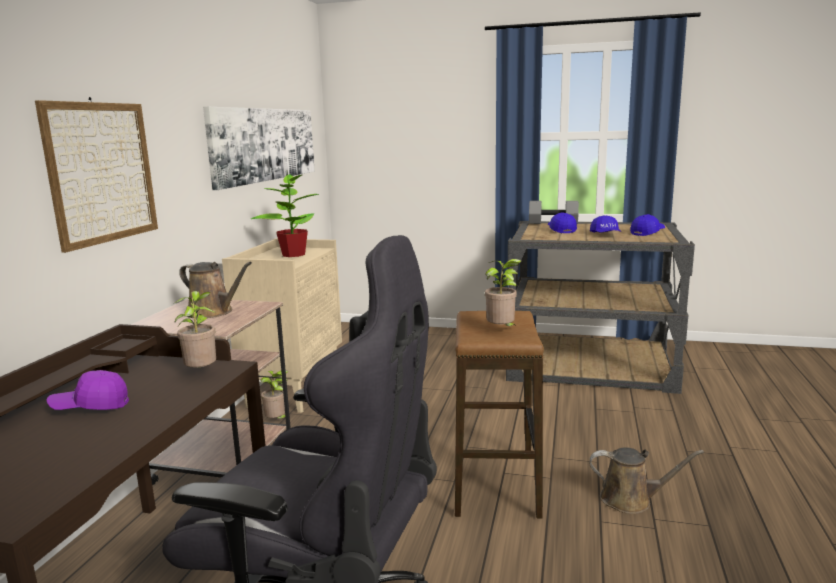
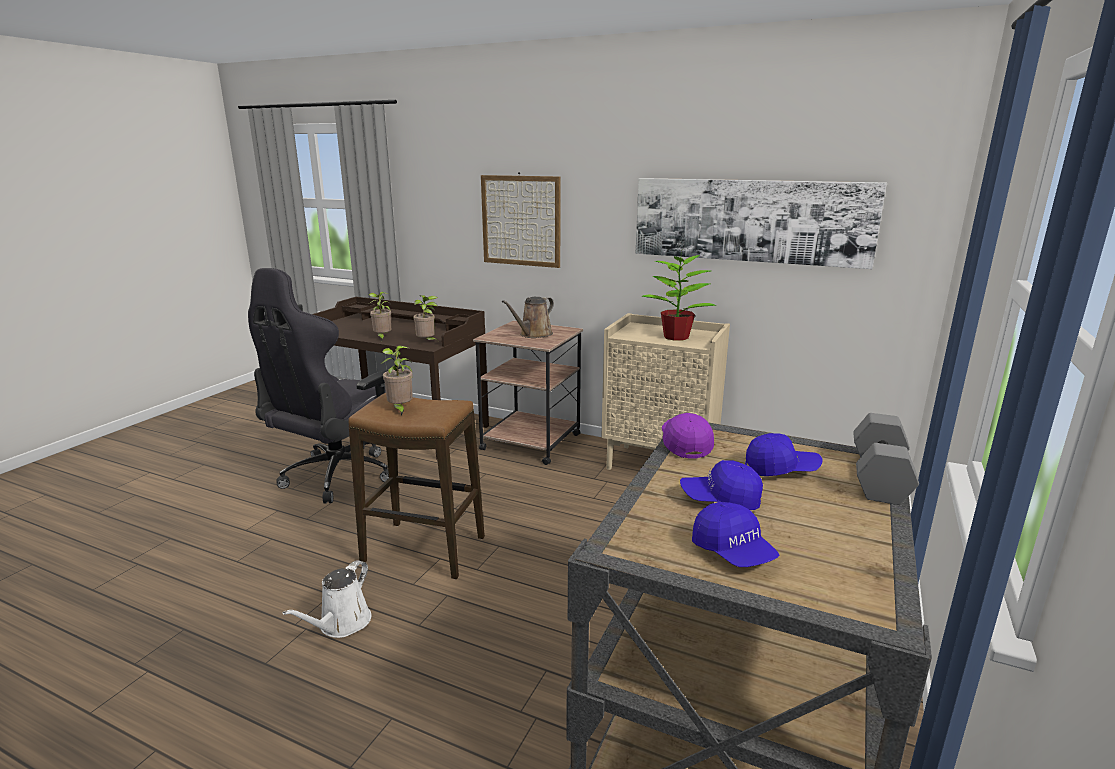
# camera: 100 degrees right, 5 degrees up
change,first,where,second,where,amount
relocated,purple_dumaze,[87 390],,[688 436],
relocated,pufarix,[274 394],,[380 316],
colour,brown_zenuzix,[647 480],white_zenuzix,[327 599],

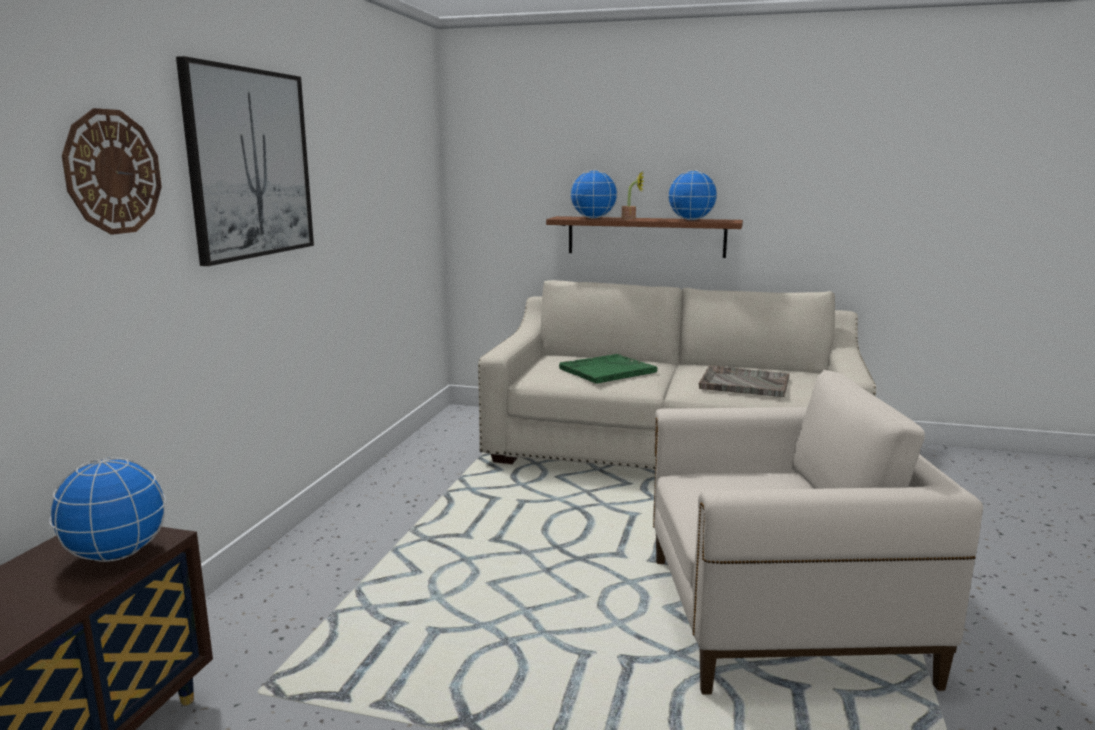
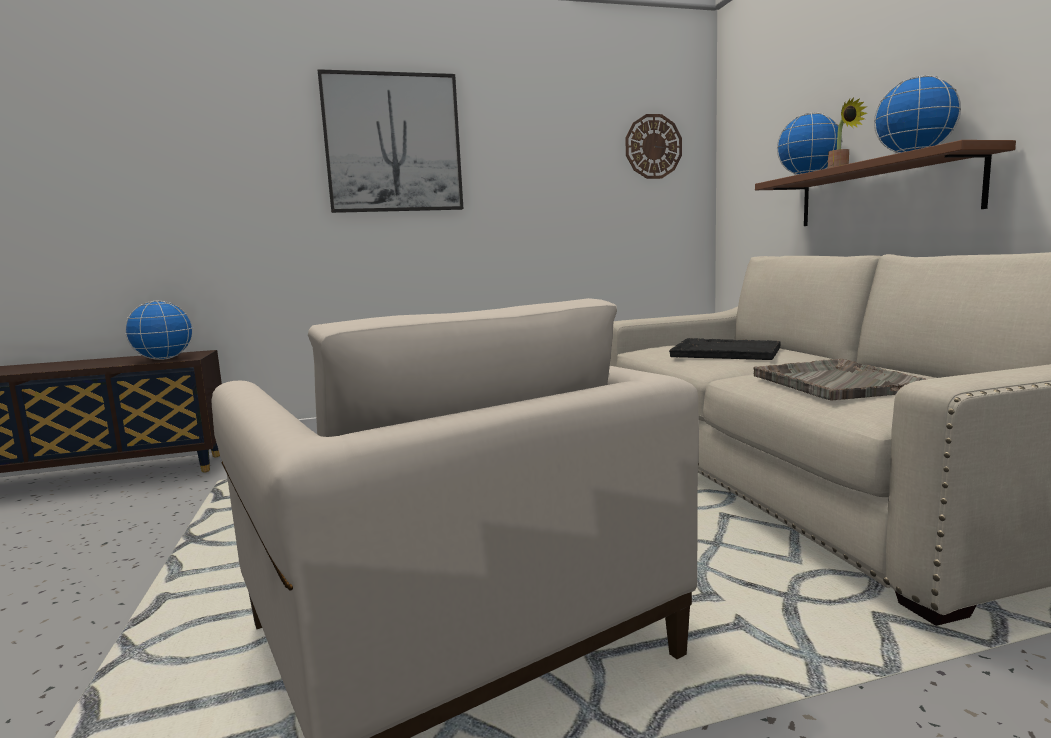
# camera: 60 degrees right, 5 degrees down
change,first,where,second,where,amount
relocated,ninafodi,[112 171],,[653 146],
colour,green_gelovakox,[608 369],black_gelovakox,[725 349],

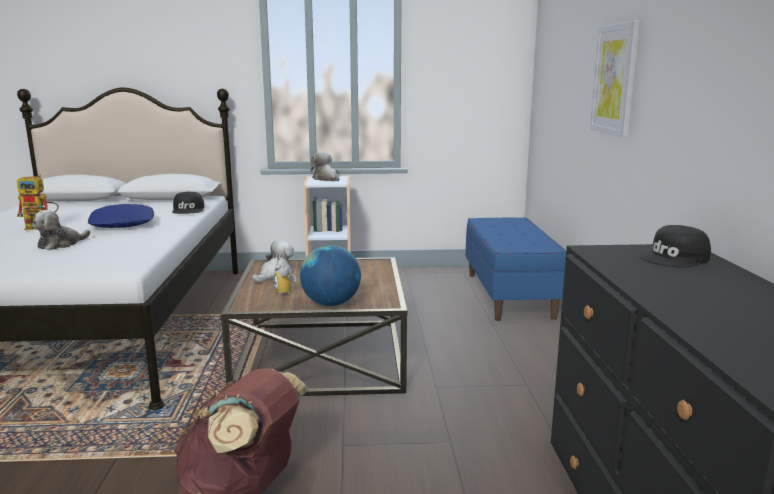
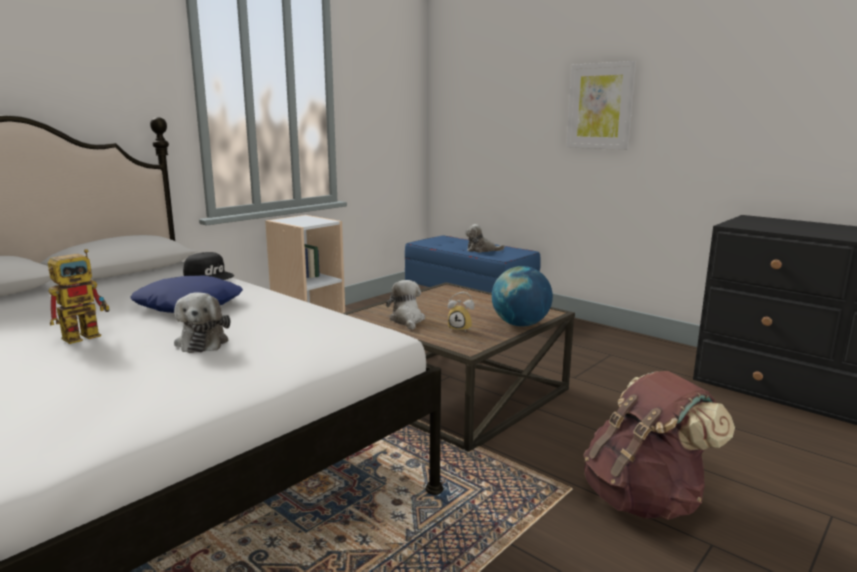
# camera: 45 degrees left, 0 degrees up
change,first,where,second,where,amount
relocated,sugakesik,[325 166],,[485 238],
missing,black_dumaze,[675 246],,,

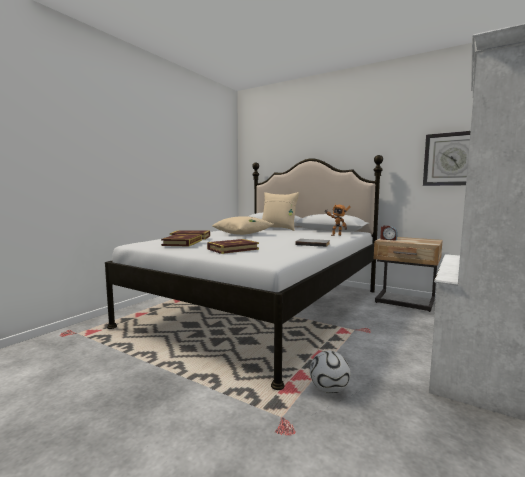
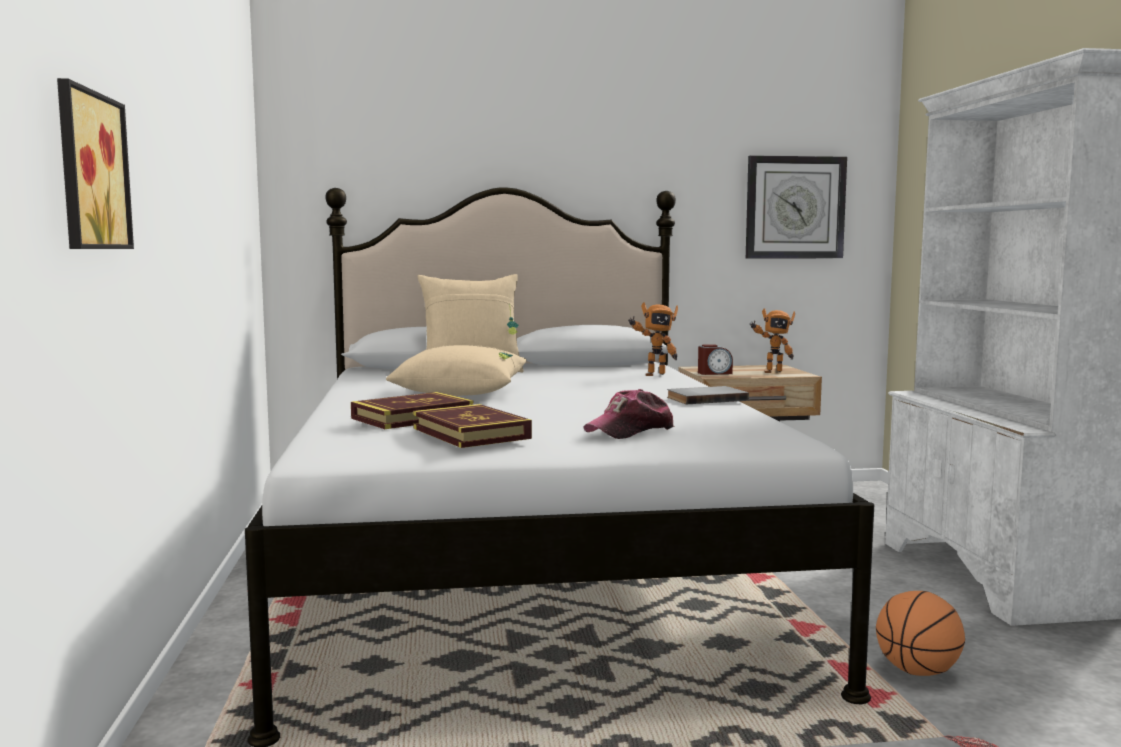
# camera: 40 degrees left, 0 degrees up
change,first,where,second,where,amount
exchanged,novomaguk,[233 246],dumaze,[629 414],
exchanged,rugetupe,[330 372],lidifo,[920 633],
appeared,,,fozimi,[95 163],
appeared,,,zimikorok,[772 340],

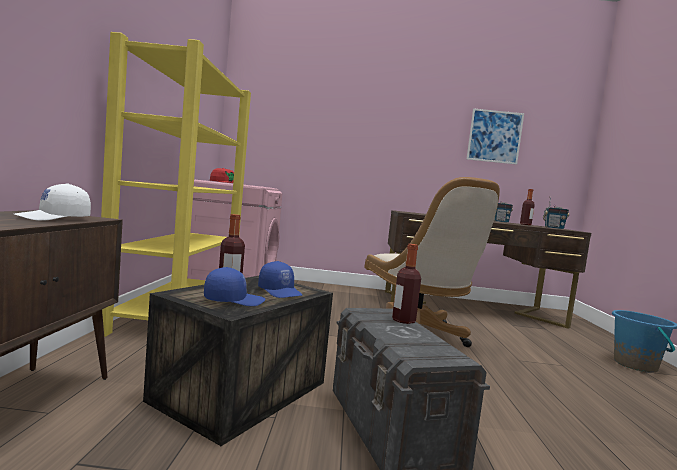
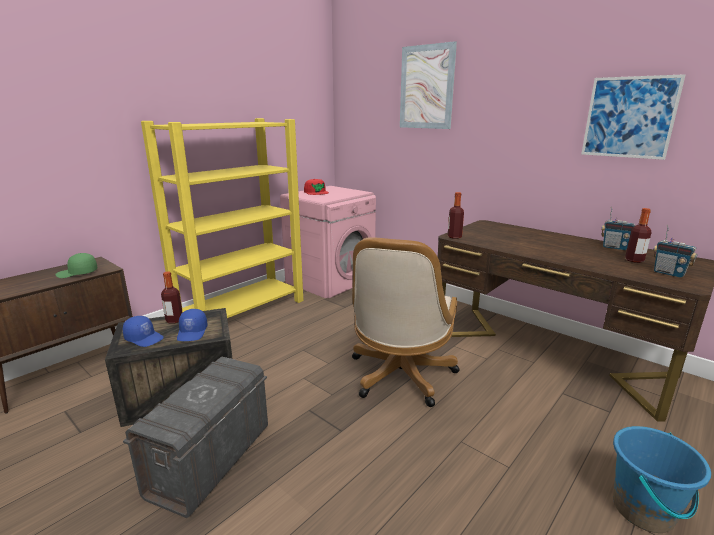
# camera: 40 degrees right, 15 degrees up
change,first,where,second,where,amount
colour,white_dumaze,[52 202],green_dumaze,[76 265],
relocated,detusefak,[406 284],,[456 215],
appeared,,,fozimi,[428 85],

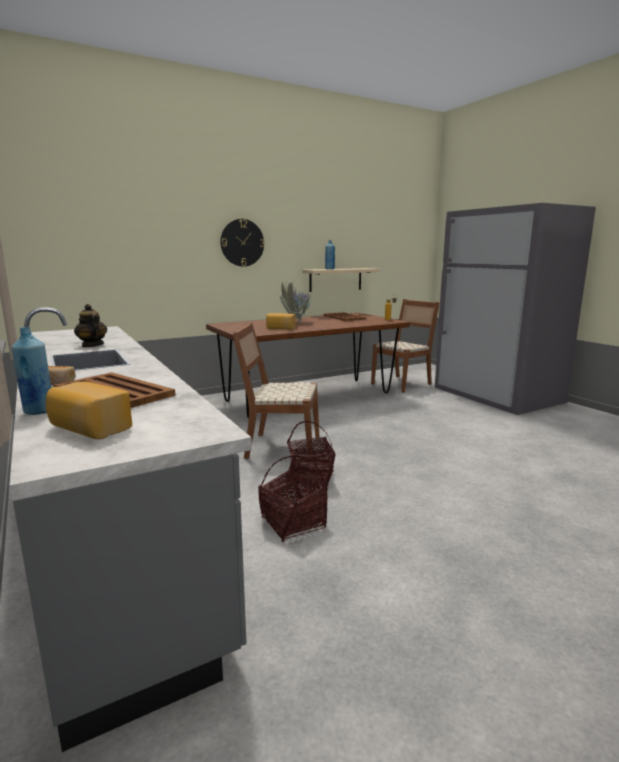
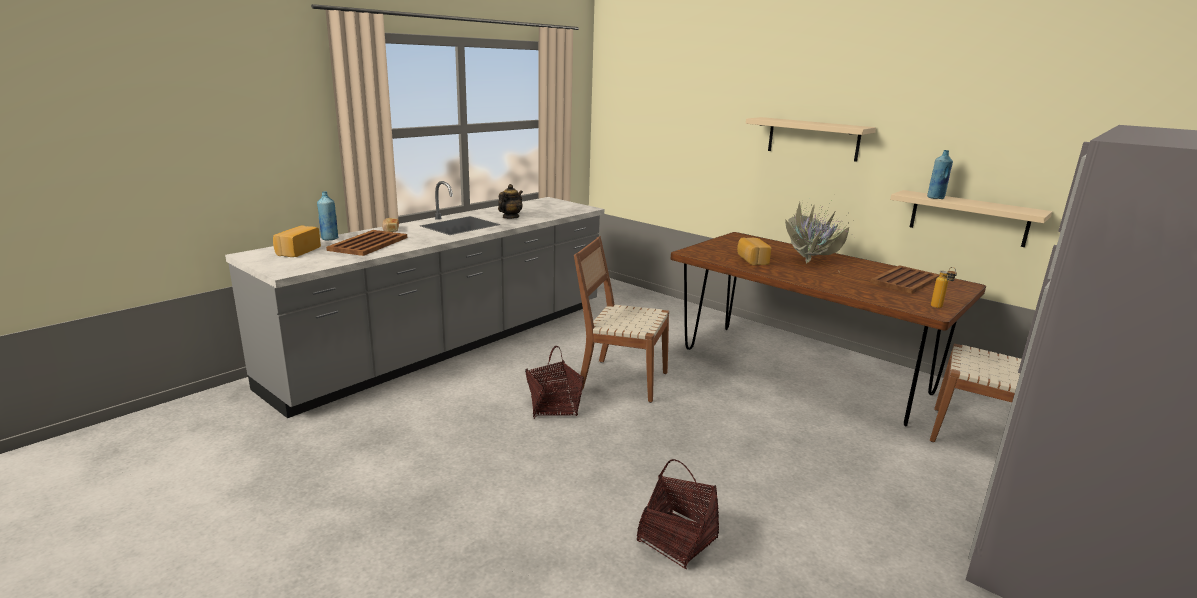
# camera: 70 degrees right, 5 degrees up
change,first,where,second,where,amount
exchanged,ninafodi,[242 243],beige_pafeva,[811 139],
spun,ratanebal,[276 391],,[621 319],60 degrees counterclockwise
relocated,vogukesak,[293 499],,[678 514],

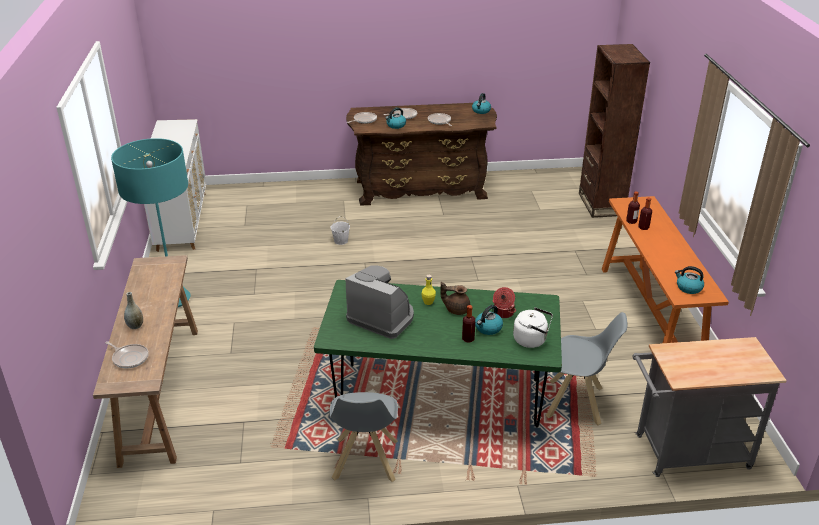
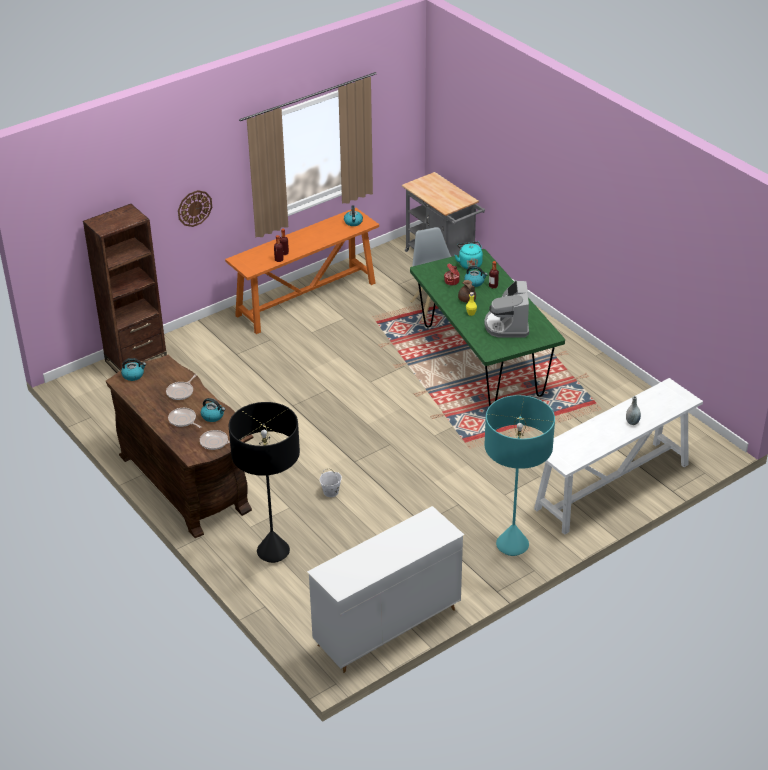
# camera: 120 degrees left, 5 degrees up
change,first,where,second,where,amount
colour,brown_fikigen,[145 361],white_fikigen,[618 456],
colour,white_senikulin,[533 327],turquoise_senikulin,[469 255],
missing,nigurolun,[127 355],,,
missing,grey_ratanebal,[363 437],,,
appeared,,,ninafodi,[195 208],
appeared,,,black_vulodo,[264 482],

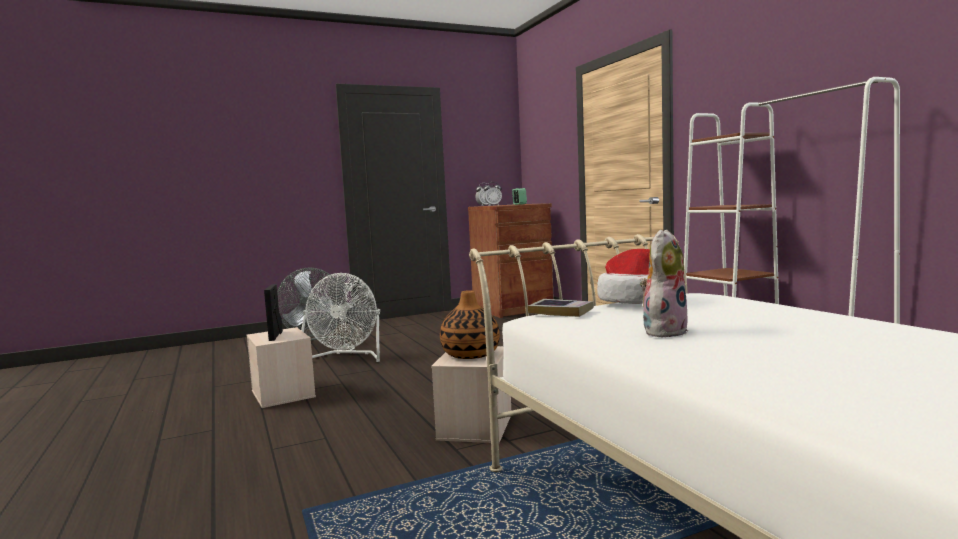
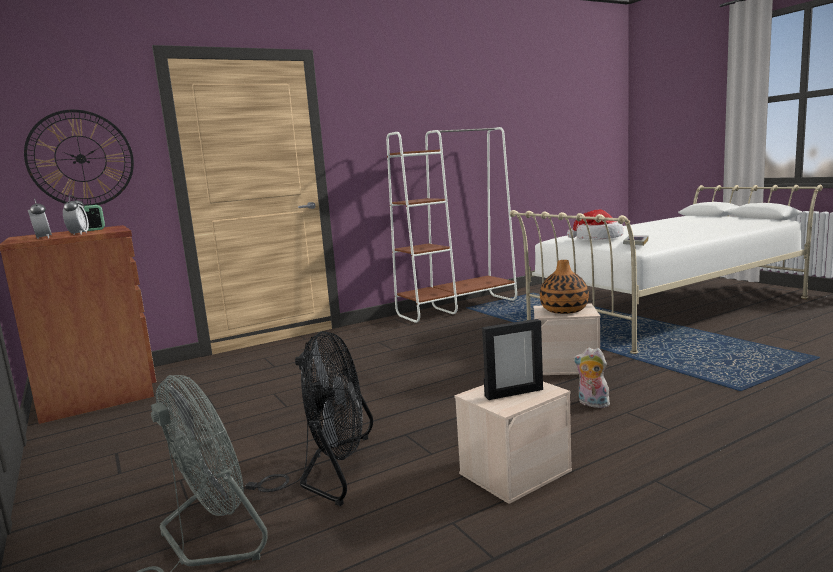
# camera: 95 degrees left, 5 degrees up
change,first,where,second,where,amount
relocated,sugakesik,[664 283],,[591 377],
colour,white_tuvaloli,[340 317],black_tuvaloli,[309 418],
appeared,,,ninafodi,[79 158],

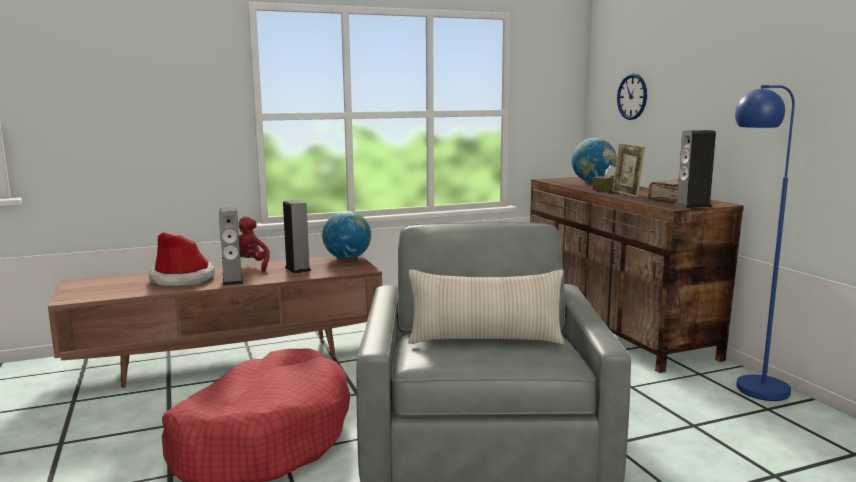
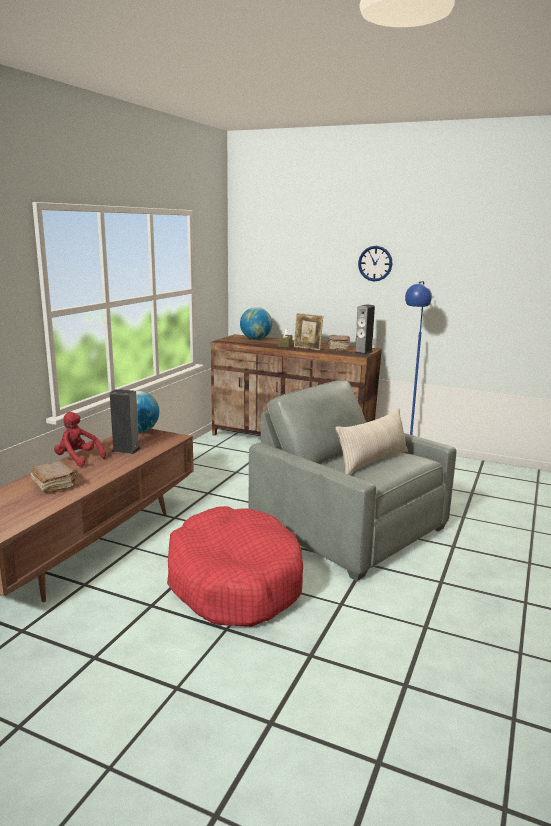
# camera: 45 degrees left, 5 degrees up
change,first,where,second,where,amount
relocated,ninafodi,[632 97],,[375 263],
missing,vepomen,[231 246],,,
exchanged,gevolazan,[182 259],brown_novomaguk,[53 477],

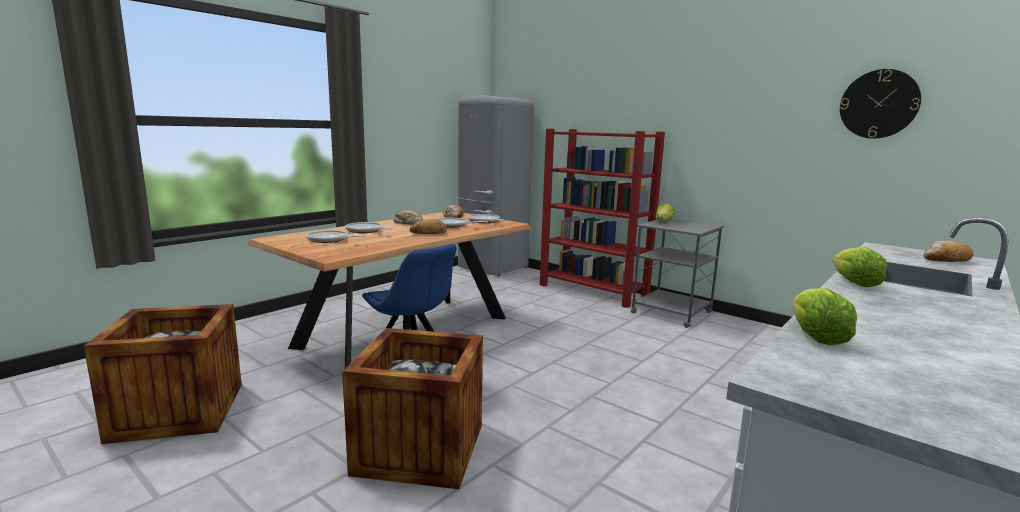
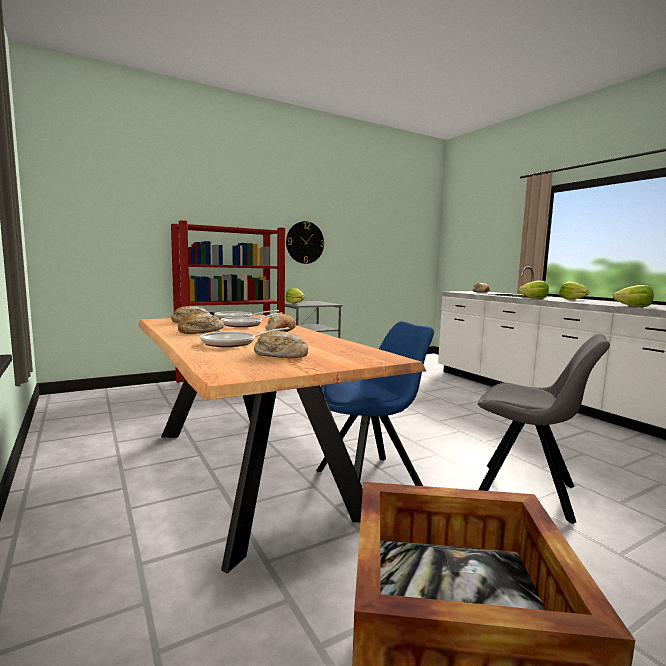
# camera: 70 degrees left, 5 degrees down
change,first,where,second,where,amount
relocated,ninafodi,[880 103],,[305 242],
missing,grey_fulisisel,[496 185],,,
exchanged,nigurolun,[336 236],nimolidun,[281 344],
exchanged,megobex,[412 408],grey_ratanebal,[544 429],
appeared,,,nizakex,[574 290],

